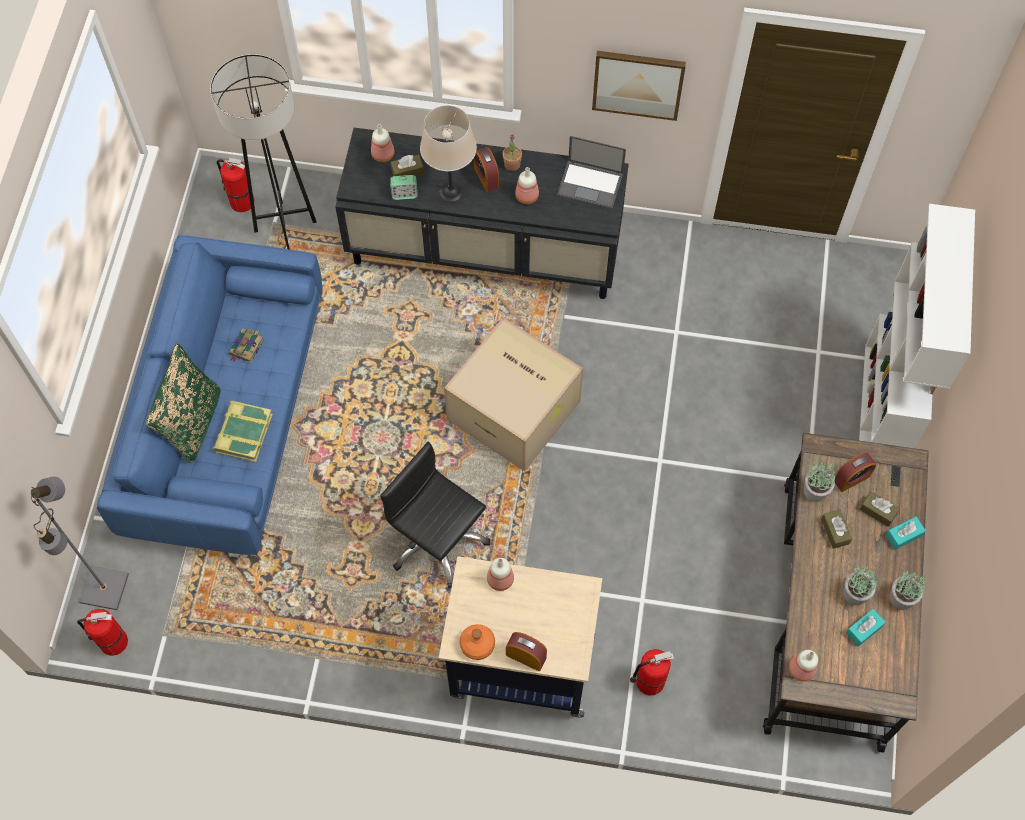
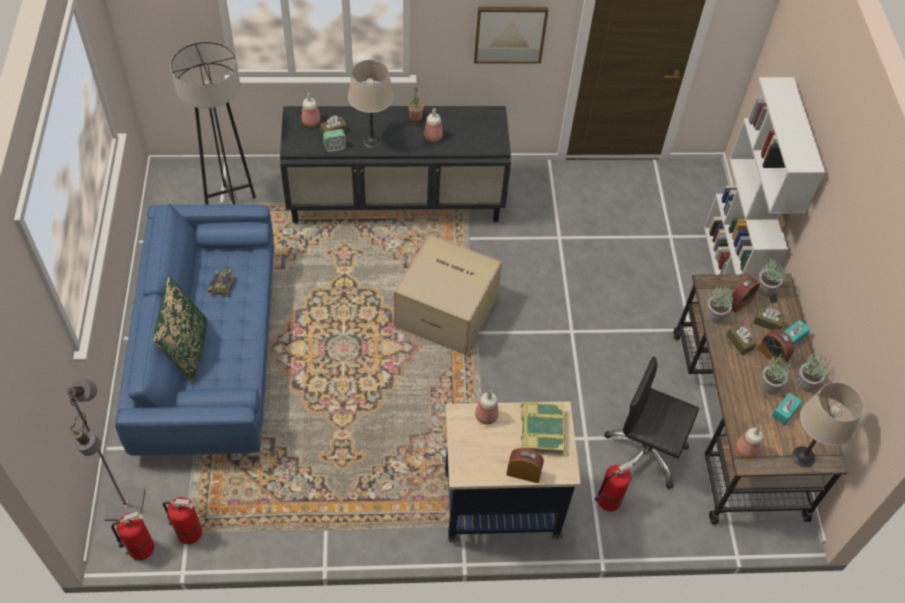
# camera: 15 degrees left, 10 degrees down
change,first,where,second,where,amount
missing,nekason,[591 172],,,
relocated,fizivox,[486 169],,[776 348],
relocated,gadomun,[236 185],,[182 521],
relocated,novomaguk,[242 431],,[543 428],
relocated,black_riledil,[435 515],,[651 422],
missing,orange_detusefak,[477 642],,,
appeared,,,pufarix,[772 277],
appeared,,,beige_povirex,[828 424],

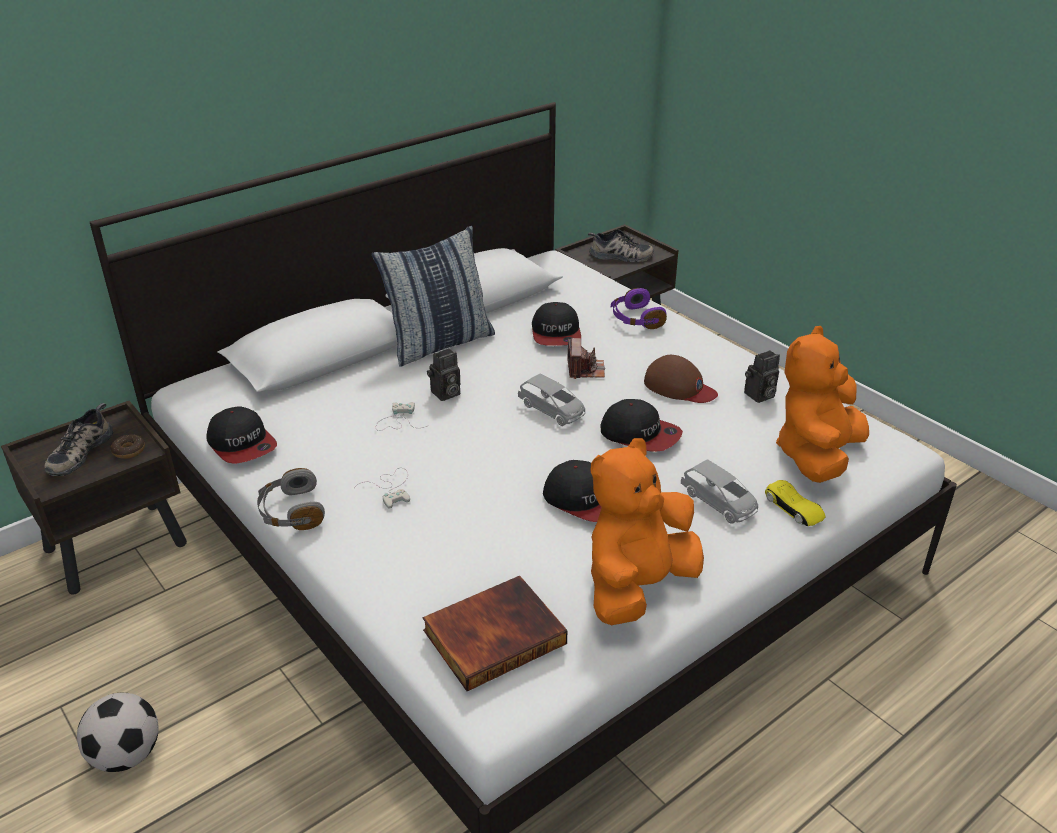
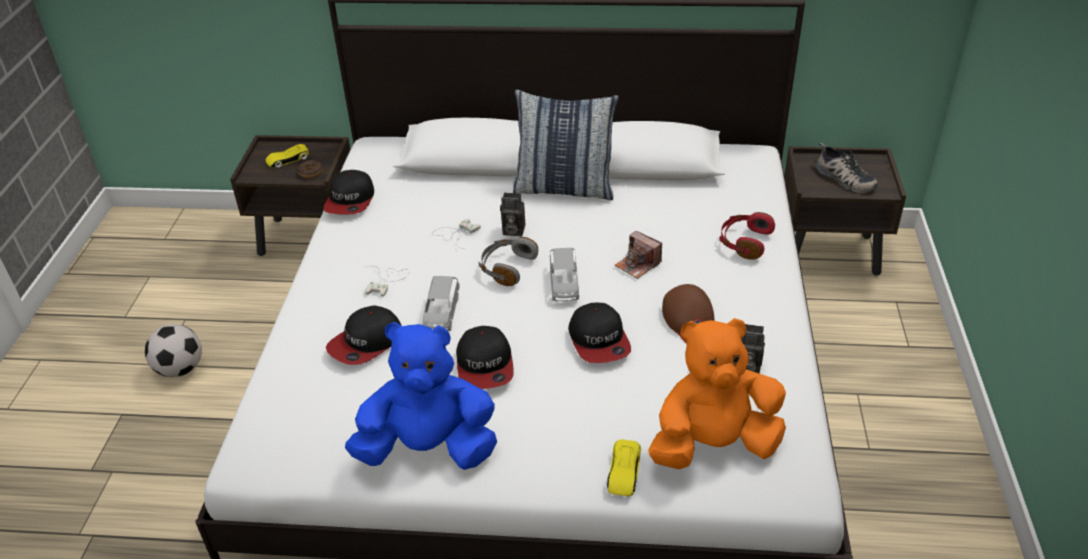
# camera: 45 degrees right, 5 degrees up
change,first,where,second,where,amount
colour,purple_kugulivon,[639 308],red_kugulivon,[747 236],
relocated,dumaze,[556 324],,[363 335],
spun,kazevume,[586 358],,[638 255],90 degrees clockwise
exchanged,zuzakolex,[78 439],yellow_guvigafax,[287 156],
colour,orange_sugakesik,[647 531],blue_sugakesik,[421 396],
relocated,grey_guvigafax,[719 491],,[441 303],
relocated,grey_kugulivon,[291 499],,[508 261],
missing,novomaguk,[495 633],,,

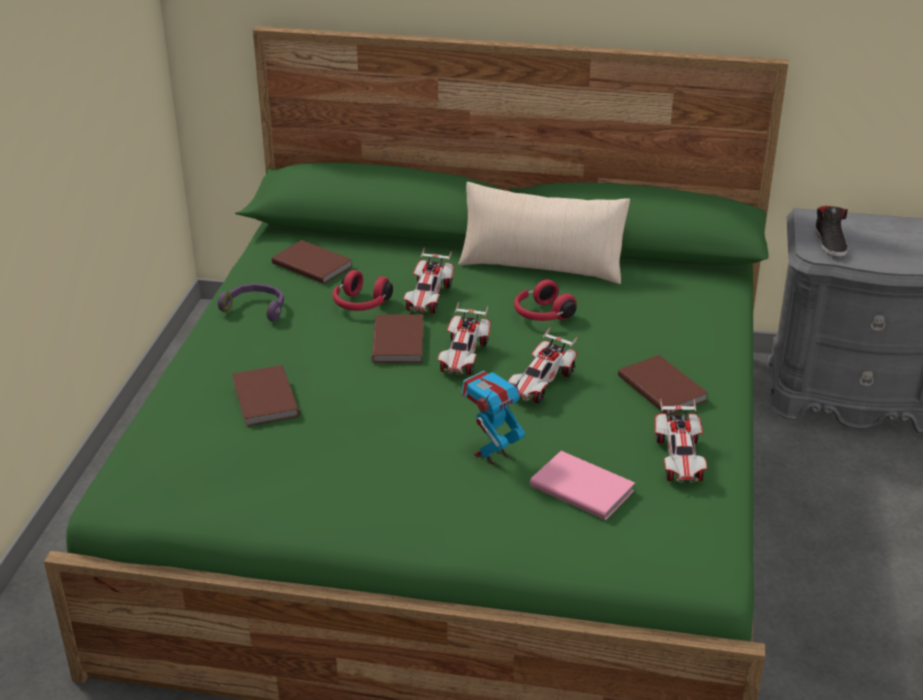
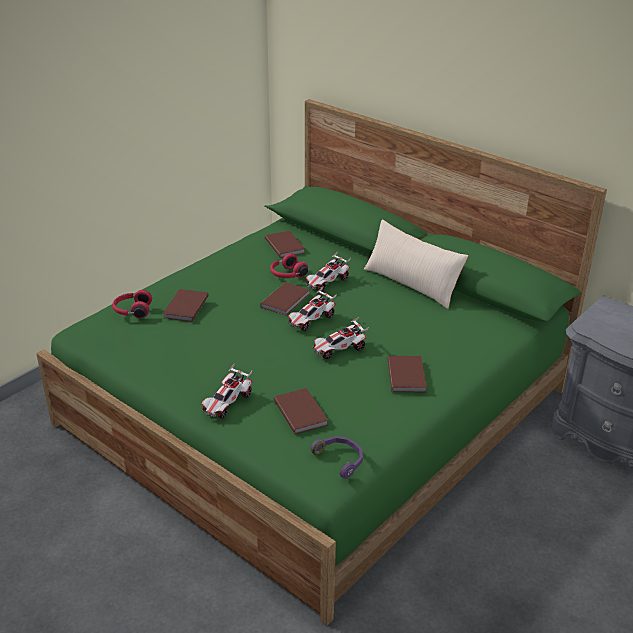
# camera: 30 degrees right, 0 degrees up
change,first,where,second,where,amount
missing,black_zuzakolex,[831 231],,,
relocated,red_kugulivon,[545 300],,[132 304],
relocated,purple_kugulivon,[251 302],,[336 457],
missing,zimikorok,[493 418],,,
relocated,guvigafax,[681 441],,[227 391],
colour,pink_novomaguk,[582 485],brown_novomaguk,[301 411],

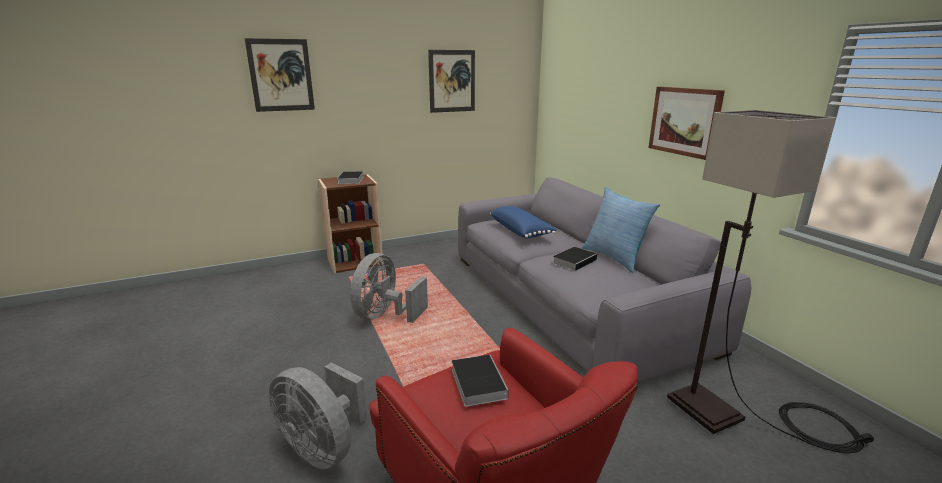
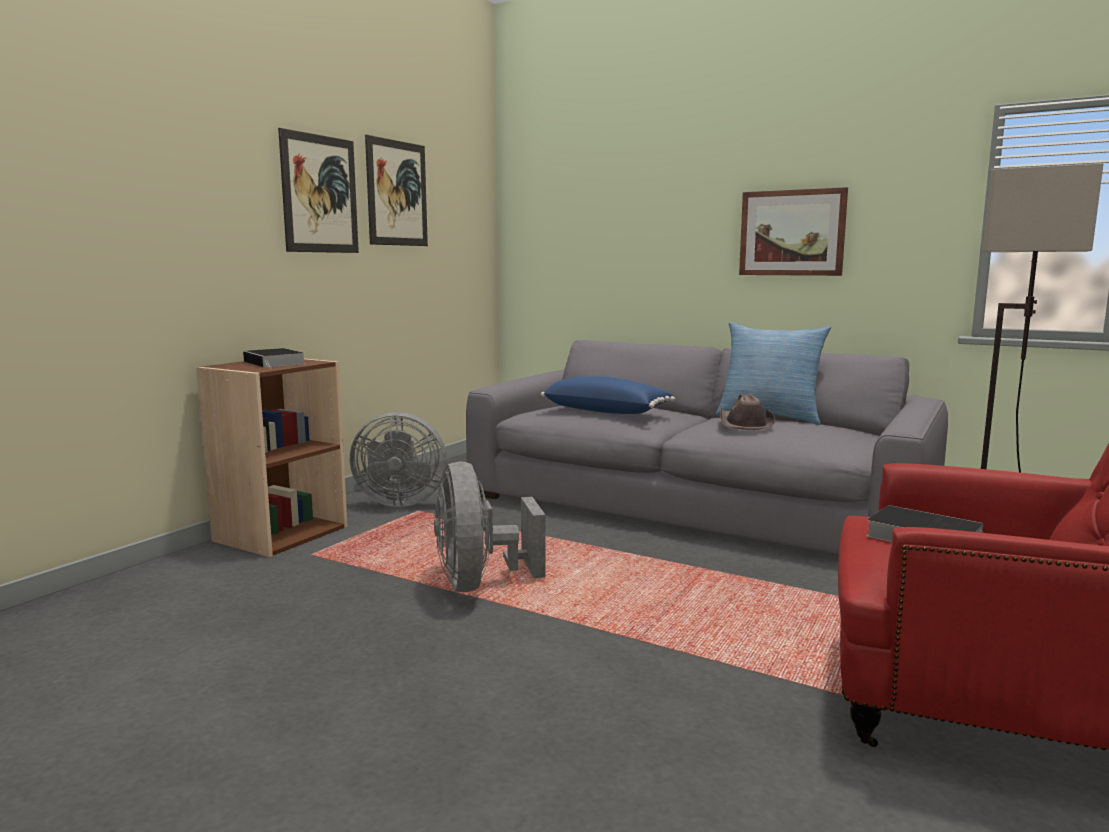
# camera: 35 degrees left, 10 degrees down
change,first,where,second,where,amount
relocated,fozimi,[280 75],,[318 190],
exchanged,novomaguk,[575 259],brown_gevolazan,[747 411],
relocated,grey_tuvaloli,[318 415],,[398 459],

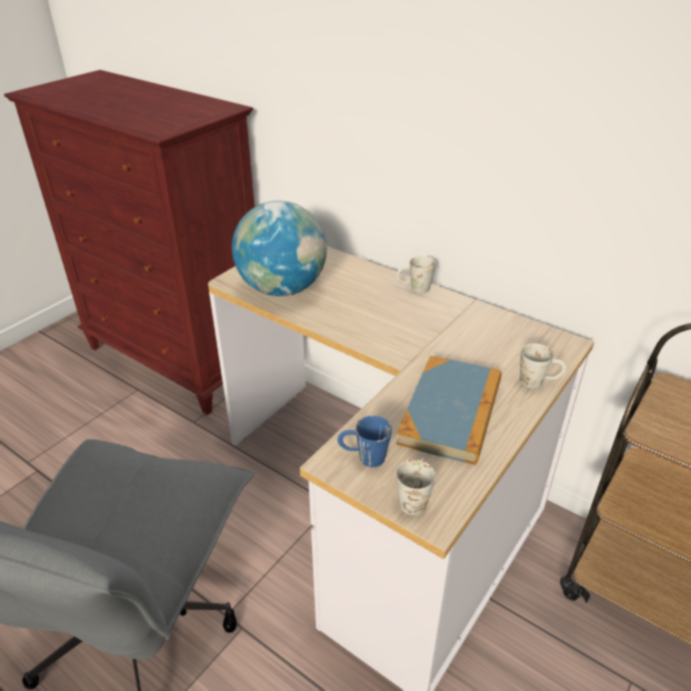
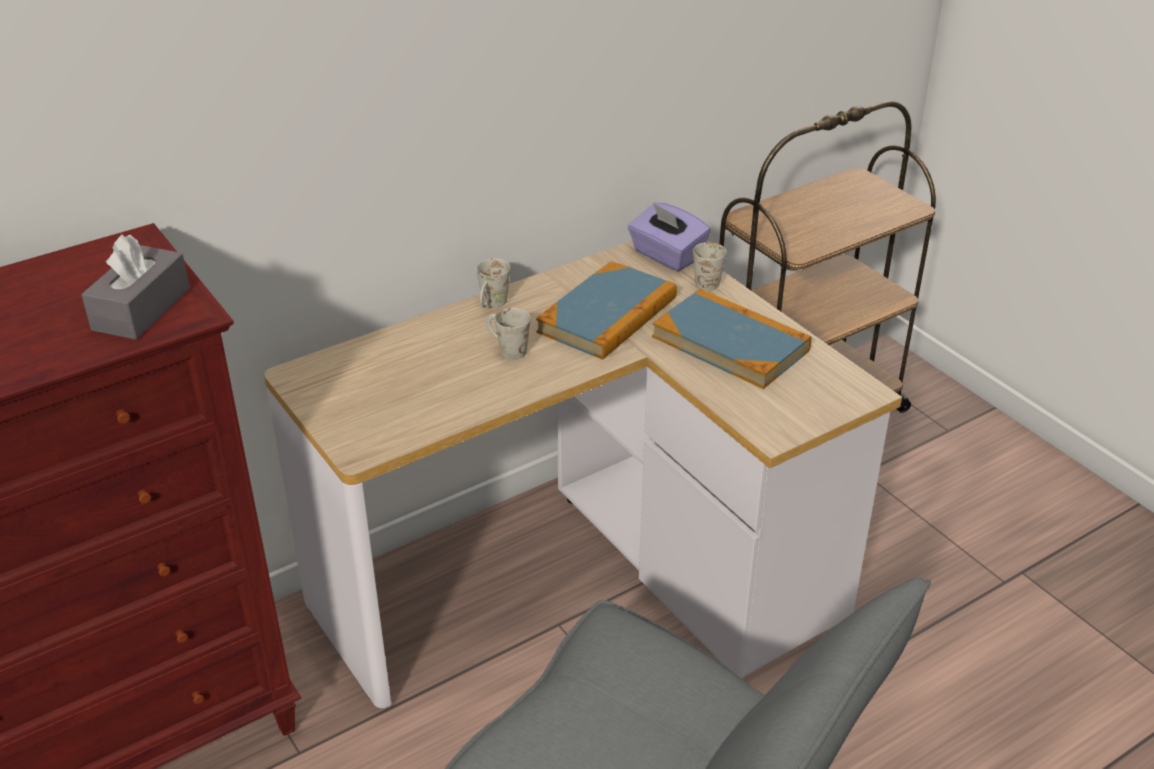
# camera: 70 degrees left, 0 degrees up
change,first,where,second,where,amount
missing,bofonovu,[279 248],,,
missing,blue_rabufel,[365 441],,,
relocated,white_rabufel,[415 486],,[508 334],
appeared,,,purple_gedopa,[669 236],
appeared,,,grey_gedopa,[135 287],
appeared,,,novomaguk,[606 310],

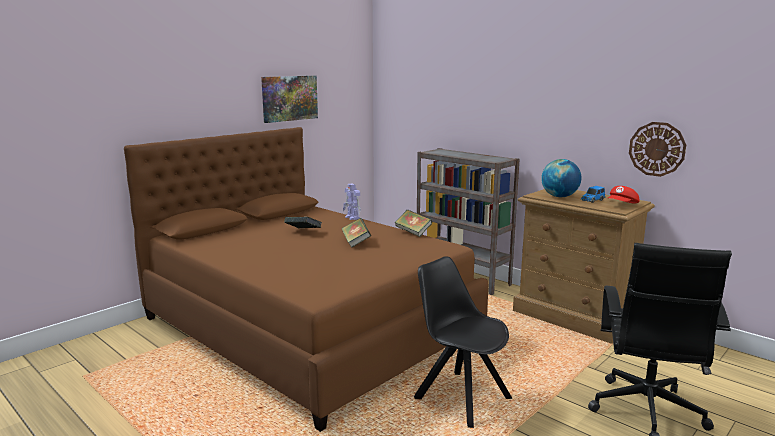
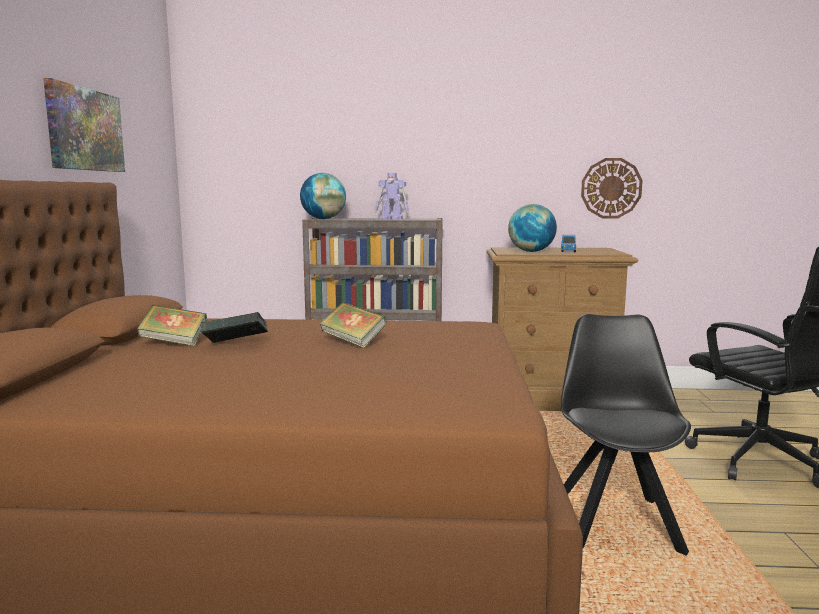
# camera: 40 degrees left, 5 degrees down
change,first,where,second,where,amount
relocated,zimikorok,[352 201],,[392 196],
missing,red_dumaze,[623 194],,,
relocated,novomaguk,[413 223],,[172 325],
spun,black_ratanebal,[463 342],,[626 435],90 degrees clockwise
appeared,,,bofonovu,[323 196],

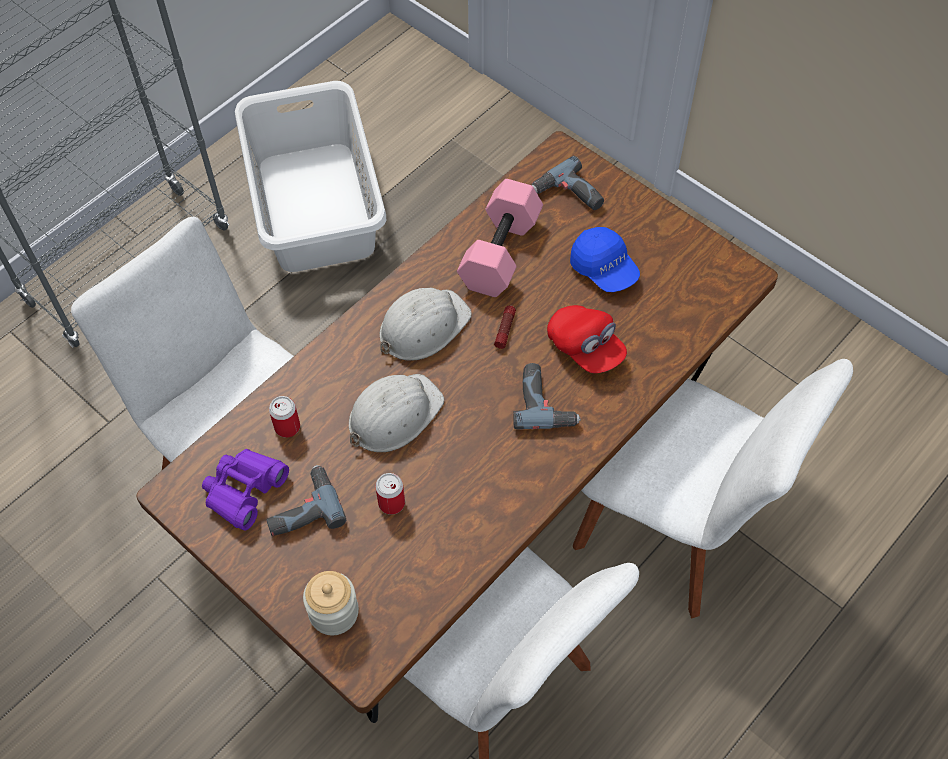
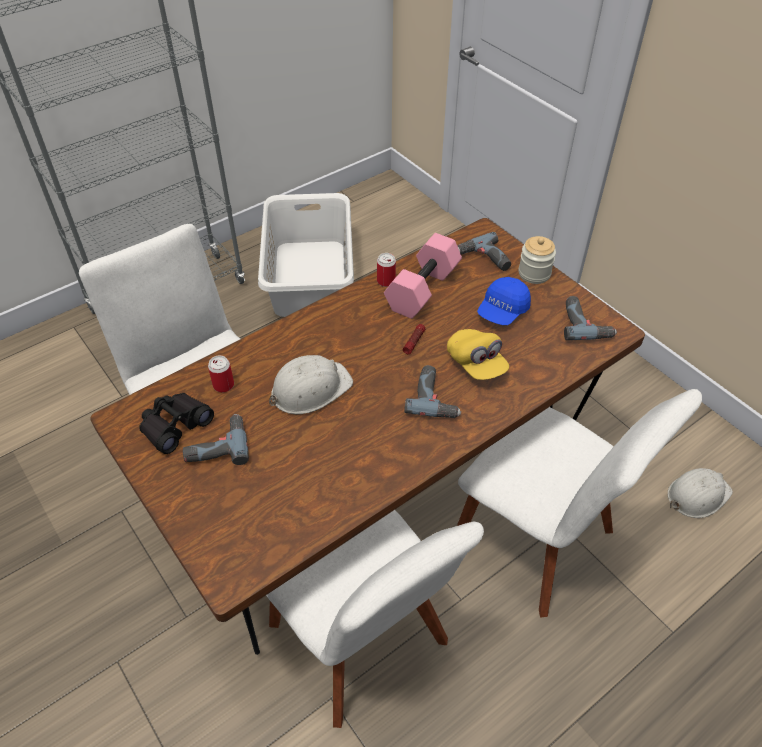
# camera: 10 degrees right, 10 degrees down
change,first,where,second,where,amount
spun,blue_dumaze,[605 259],,[504 301],60 degrees clockwise
relocated,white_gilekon,[426 324],,[700 493],
colour,red_dumaze,[587 339],yellow_dumaze,[478 354],
colour,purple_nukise,[245 489],black_nukise,[176 423],
relocated,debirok,[390 494],,[386 270],
relocated,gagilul,[331 603],,[537 260],
appeared,,,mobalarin,[590 318],

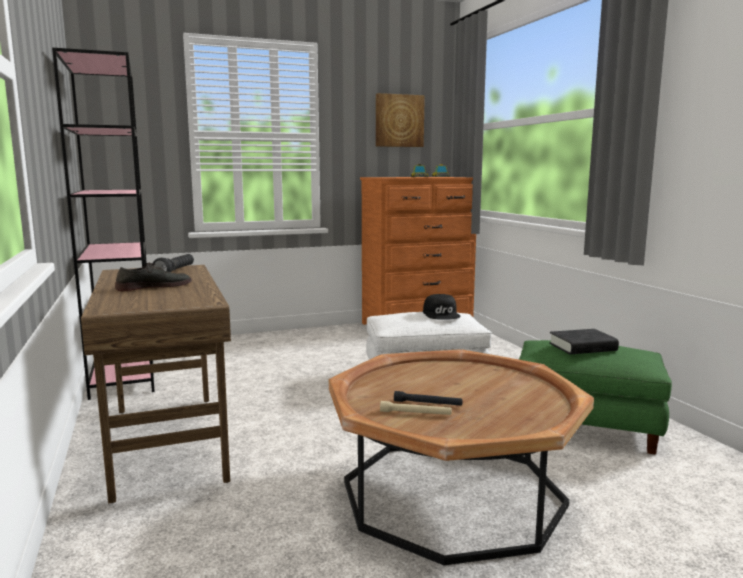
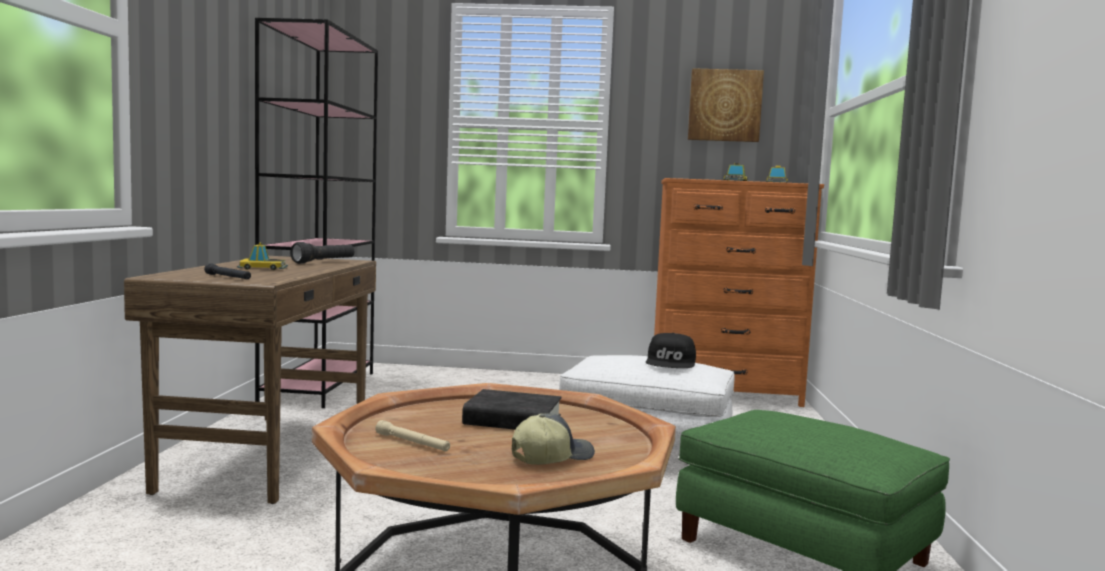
# camera: 25 degrees right, 5 degrees down
change,first,where,second,where,amount
exchanged,grey_zuzakolex,[153 277],guvigafax,[262 256],
relocated,black_novomaguk,[584 341],,[512 409],
relocated,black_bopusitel,[428 398],,[227 271],
appeared,,,dumaze,[553 439],

